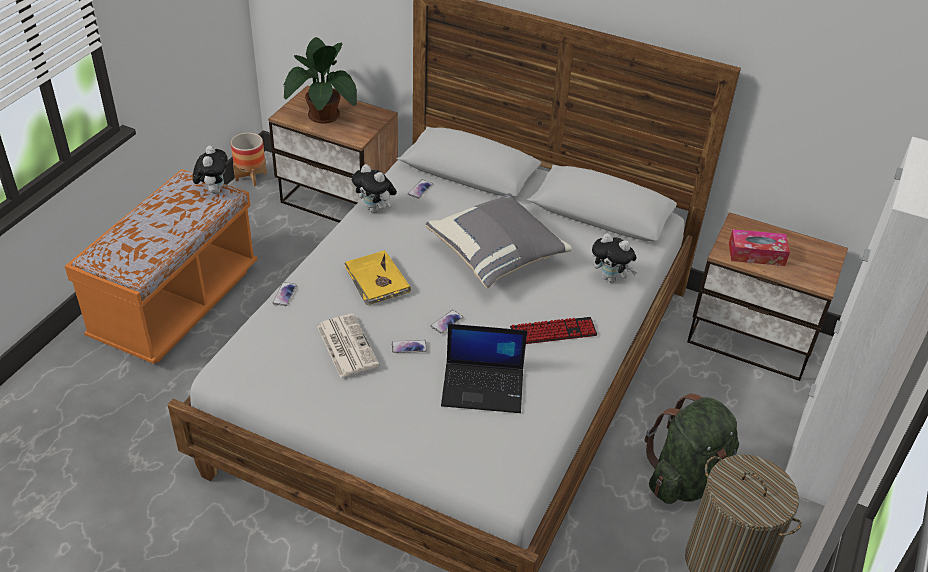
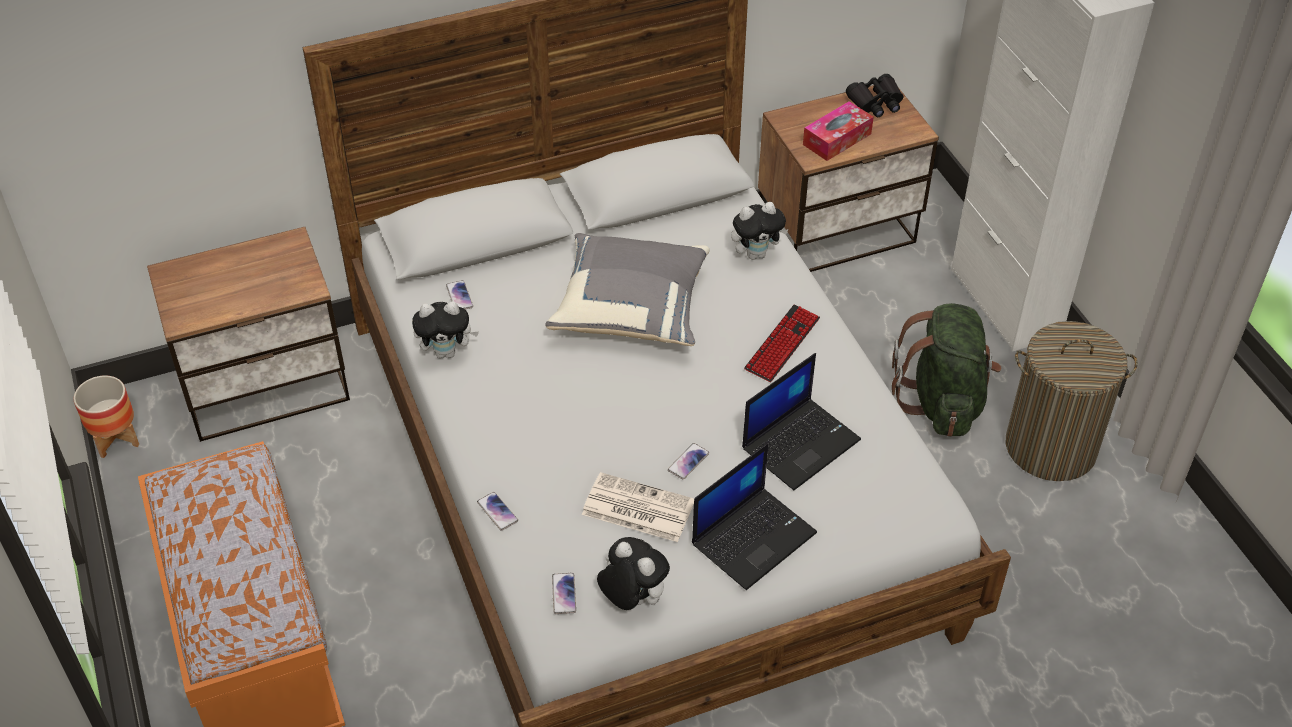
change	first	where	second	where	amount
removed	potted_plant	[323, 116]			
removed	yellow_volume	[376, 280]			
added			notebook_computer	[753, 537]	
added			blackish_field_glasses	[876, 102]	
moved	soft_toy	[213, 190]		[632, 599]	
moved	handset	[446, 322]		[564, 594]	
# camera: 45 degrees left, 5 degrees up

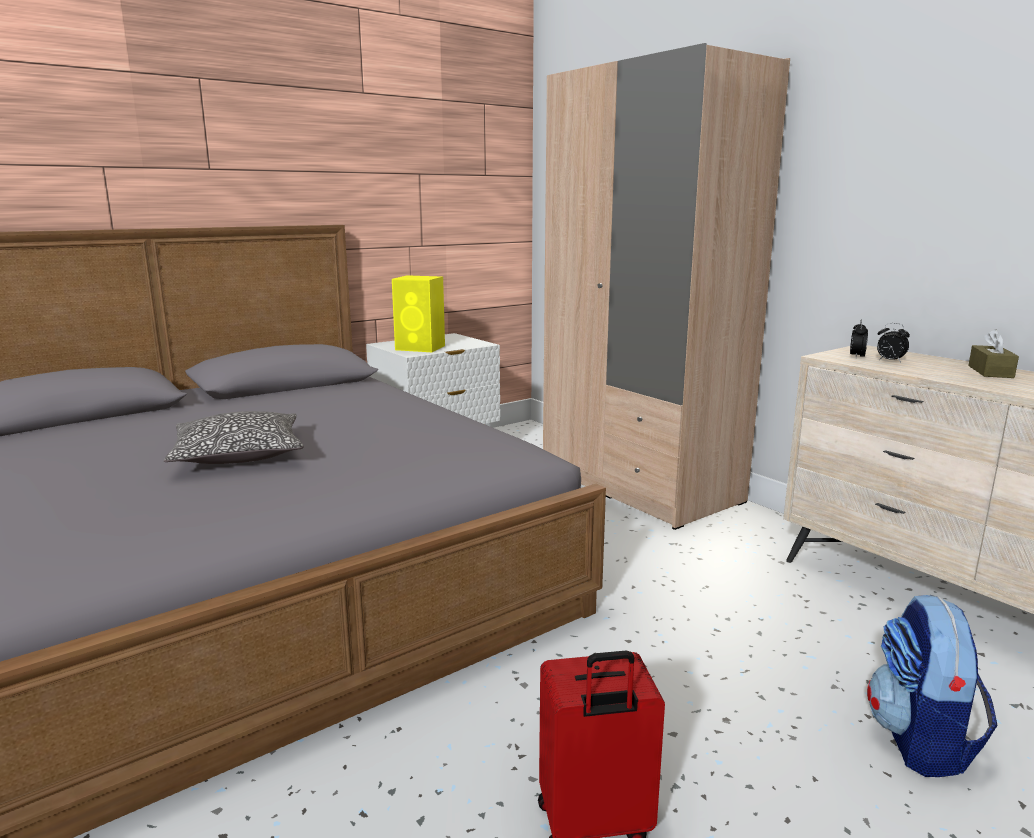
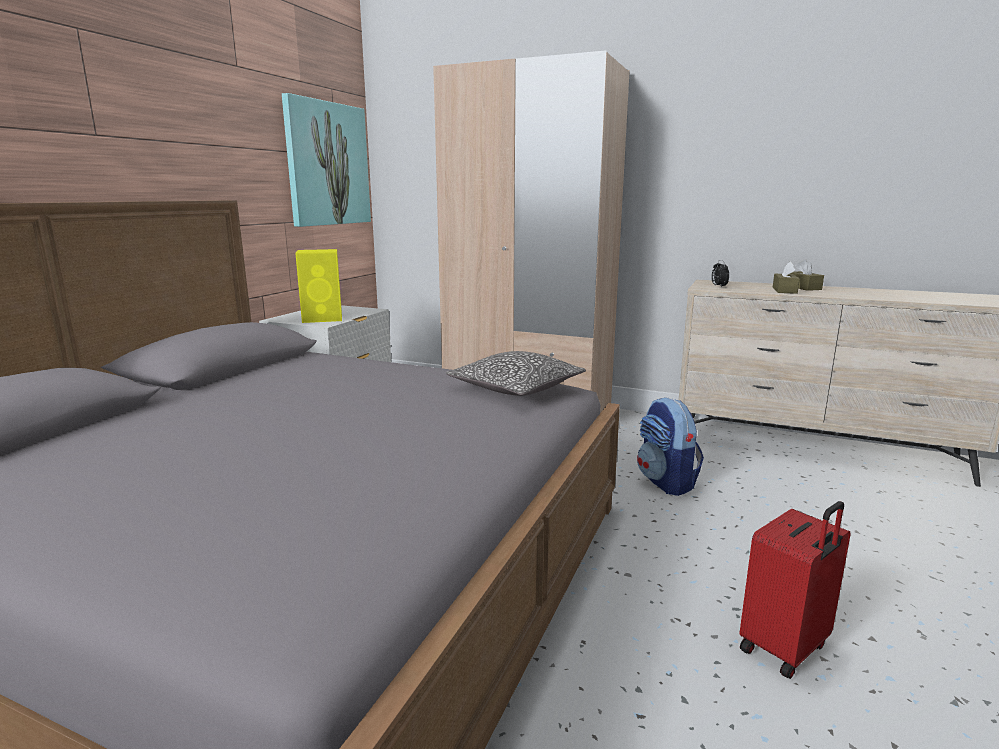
change	first	where	second	where	amount
removed	alarm_clock	[889, 361]			
added			wall_art	[327, 164]	
added			brownish_box_of_tissues	[784, 290]	
moved	cushion	[239, 455]		[516, 388]	
moved	backpack	[921, 741]		[666, 482]	
# camera: 30 degrees left, 0 degrees up

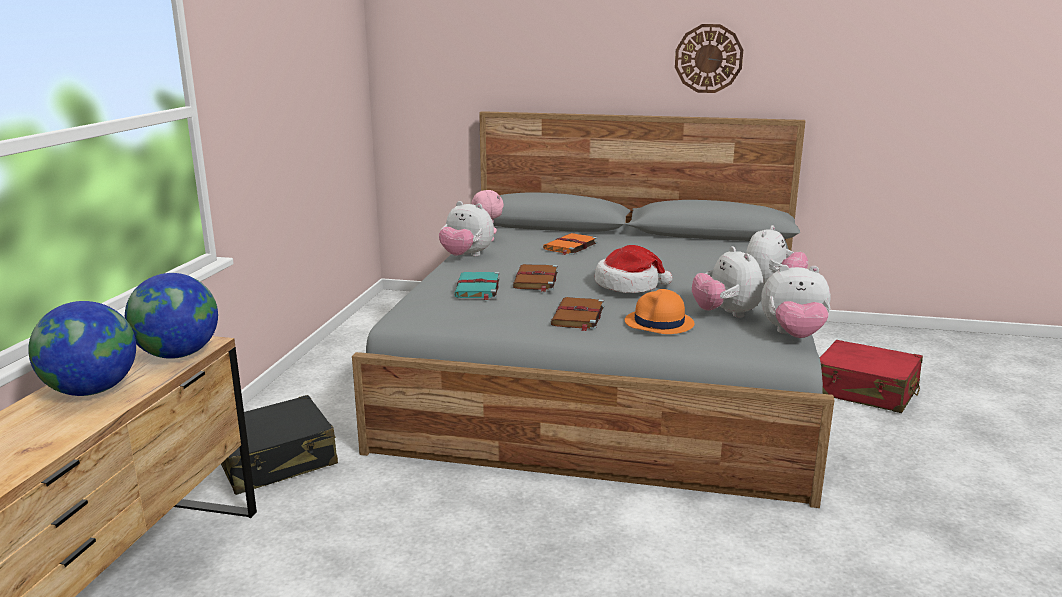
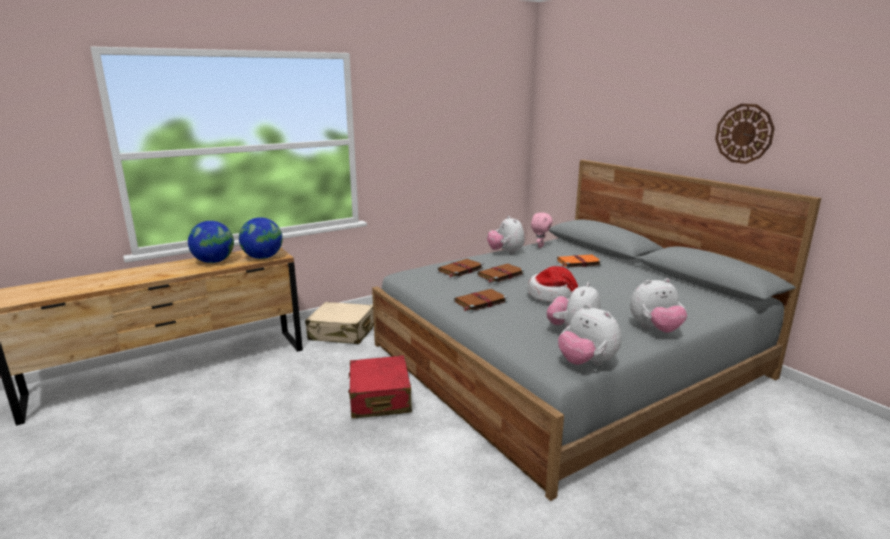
change	first	where	second	where	amount
removed	orangey_hat	[659, 323]			
moved	red_suitcase	[865, 391]		[380, 398]	
recoloured	blackish_suitcase	[277, 461]	sand-coloured_suitcase	[342, 333]	
recoloured	turquoise-coloured_volume	[477, 288]	brownish_volume	[460, 270]	
# camera: 45 degrees right, 0 degrees up

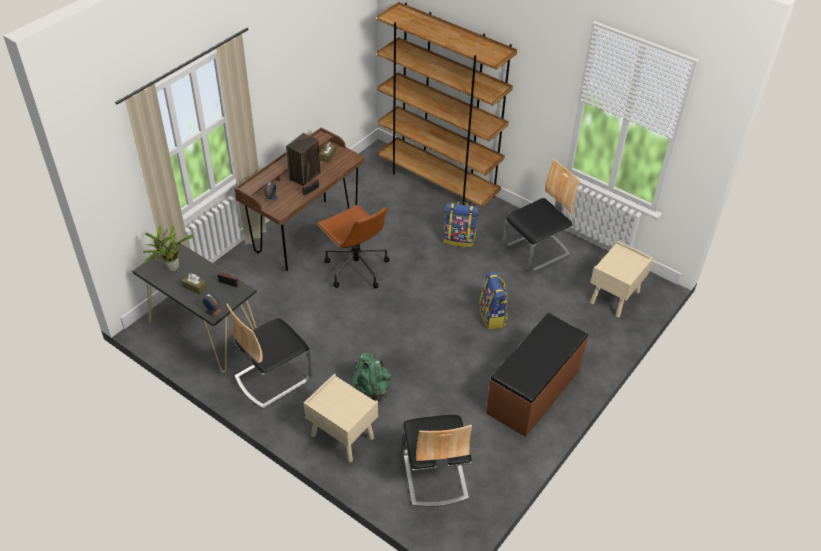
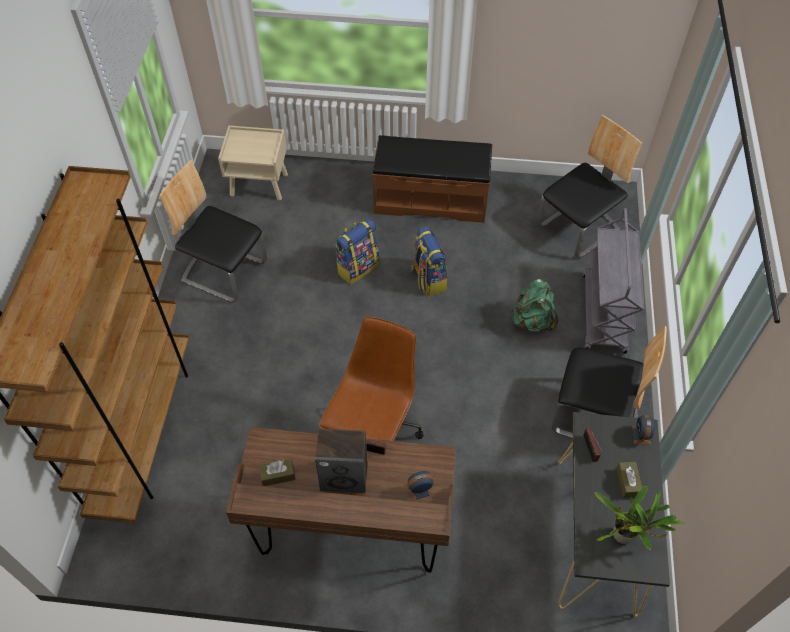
change	first	where	second	where	amount
moved	backpack	[459, 239]		[428, 279]	
replaced	sand-coloured_bedside_table	[341, 436]	greyish_wheeled_cart	[604, 314]	
# camera: 120 degrees left, 10 degrees up

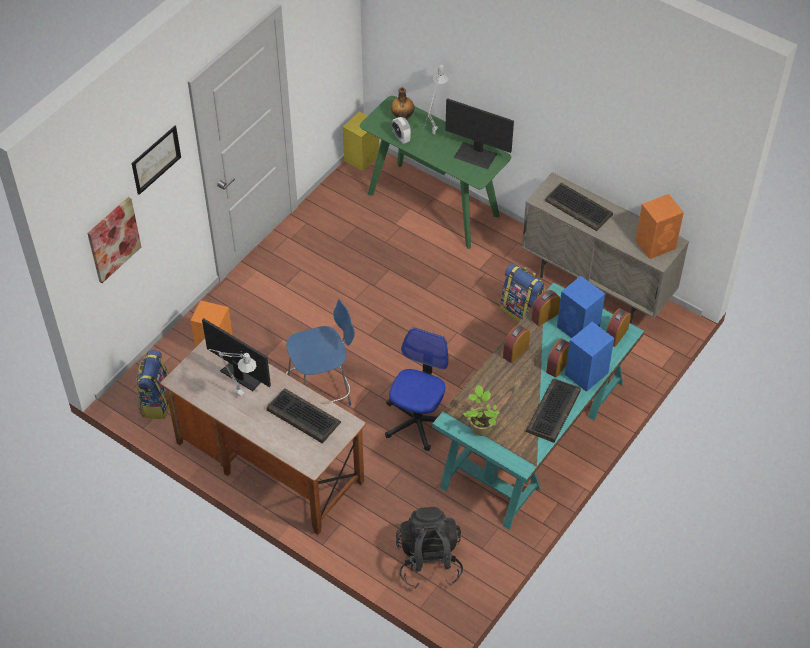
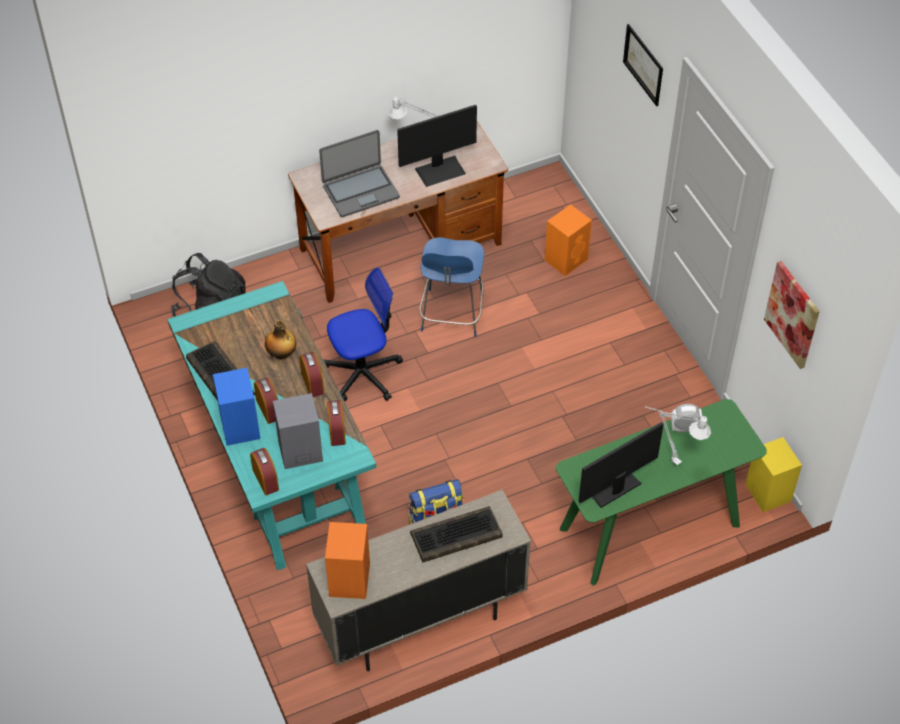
change	first	where	second	where	amount
removed	backpack	[156, 401]			
removed	potted_plant	[480, 427]			
moved	wall_art	[113, 239]		[792, 314]	
moved	bottle	[402, 117]		[282, 354]	
replaced	keyboard	[302, 416]	notebook_computer	[360, 191]	
recoloured	bluish_speaker	[578, 328]	greyish_speaker	[299, 451]	
turned	computer_chair	[418, 421]		[363, 373]	75 degrees counterclockwise
# camera: 120 degrees right, 0 degrees up

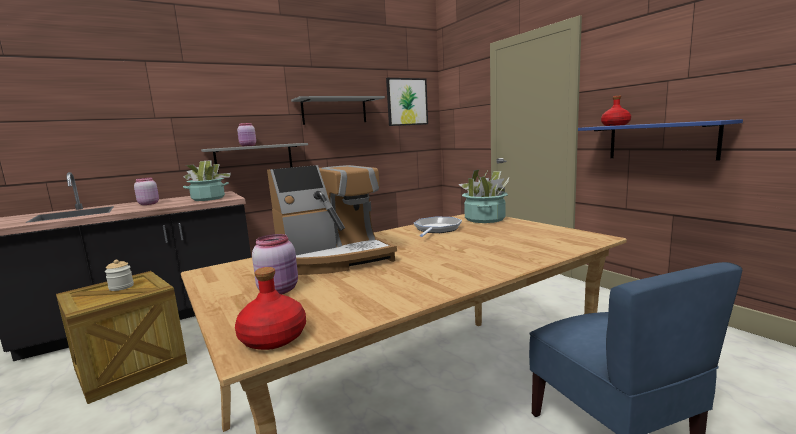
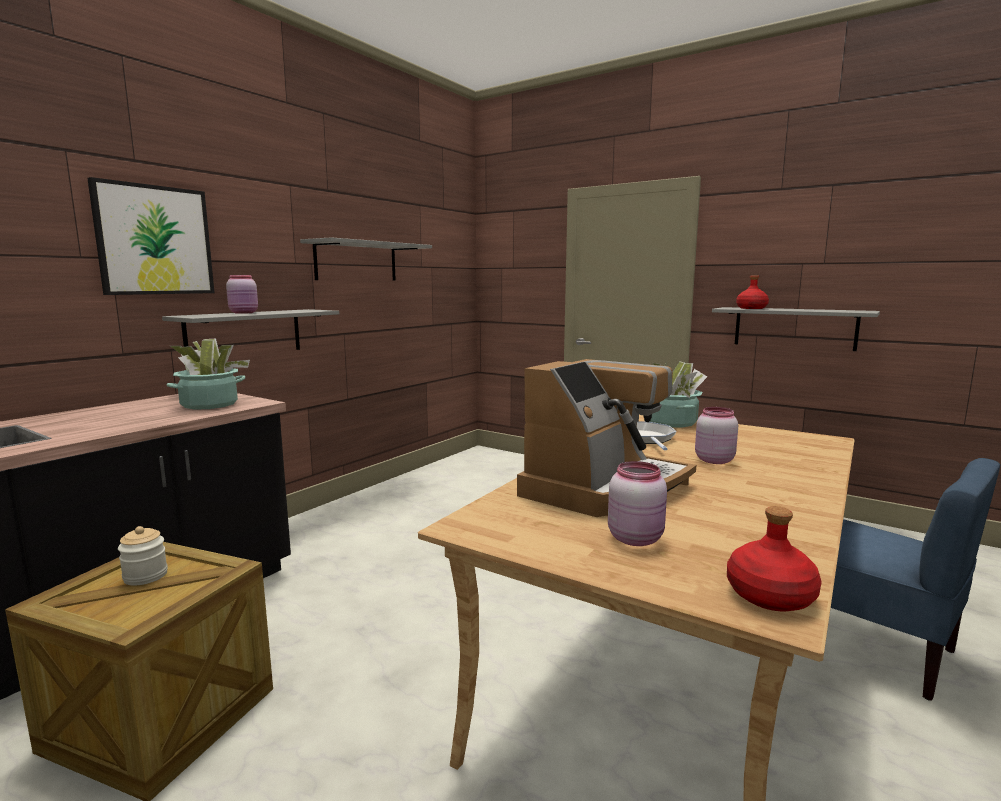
change	first	where	second	where	amount
moved	pink_preserve_jar	[148, 204]		[713, 460]	
moved	wall_art	[407, 102]		[154, 240]	
recoloured	bluish_bracket_shelf	[661, 141]	greyish_bracket_shelf	[794, 328]	
# camera: 25 degrees left, 0 degrees up

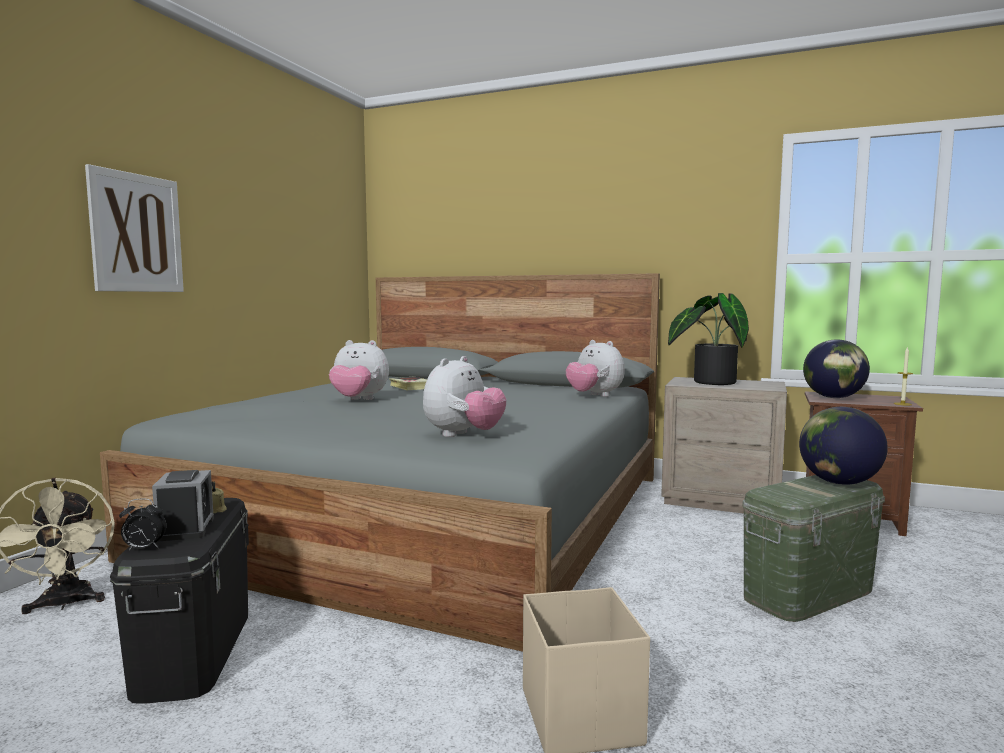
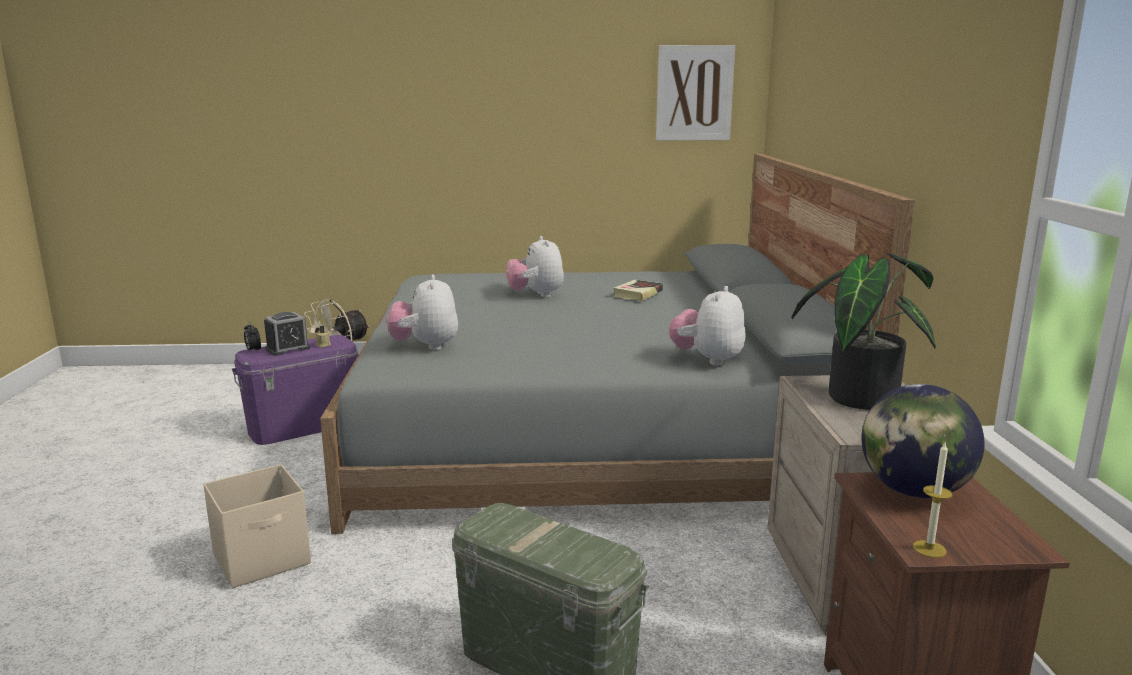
change	first	where	second	where	amount
removed	globe	[838, 482]			
moved	wall_art	[136, 233]		[694, 93]	
recoloured	blackish_storage_bin	[194, 650]	purplish_storage_bin	[304, 426]	
turned	soft_toy	[463, 435]		[425, 346]	75 degrees clockwise
# camera: 65 degrees right, 10 degrees up

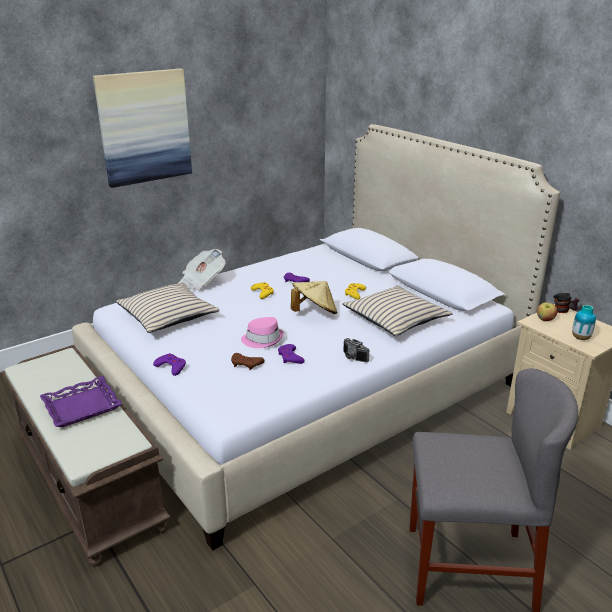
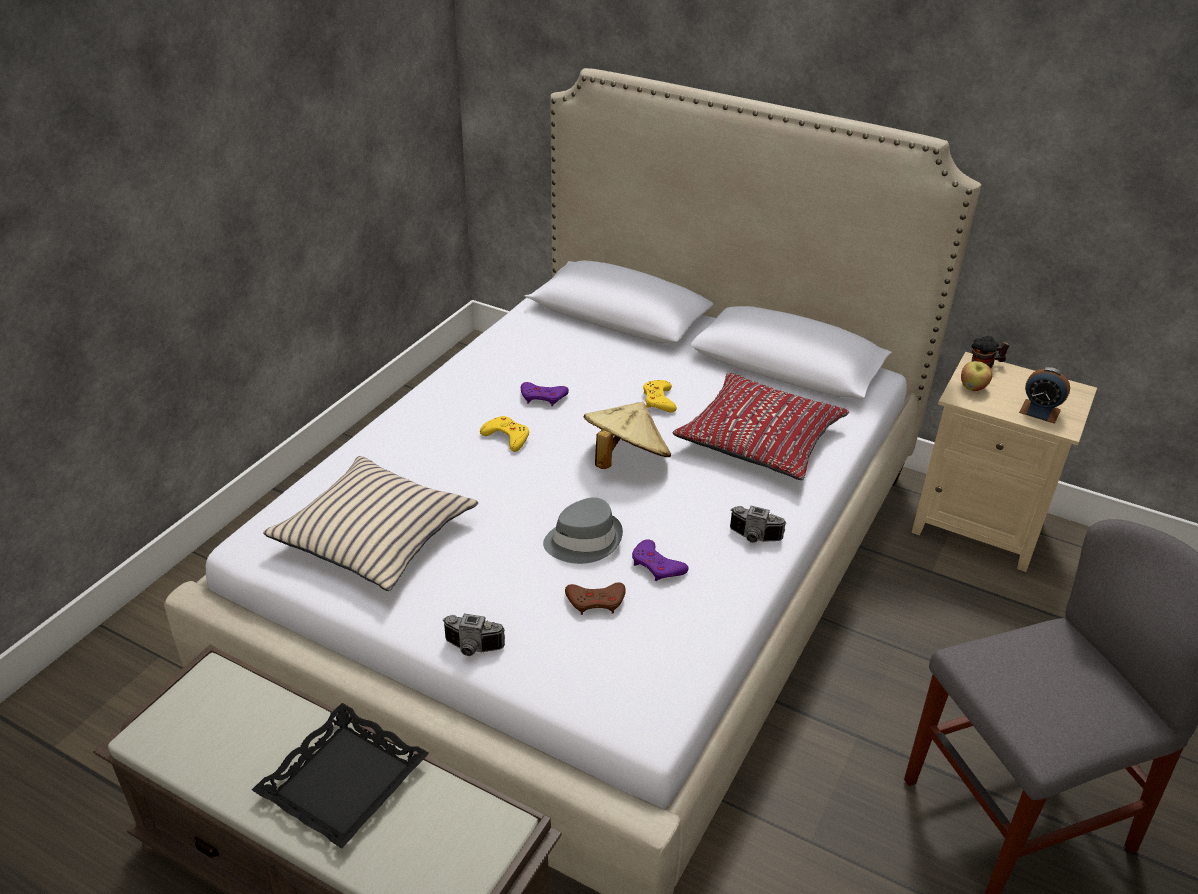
change	first	where	second	where	amount
removed	wall_art	[144, 127]			
removed	daily_paper	[201, 282]			
replaced	purplish_joypad	[171, 367]	photo_camera	[472, 649]	
replaced	vase	[580, 338]	alarm_clock	[1039, 411]	
recoloured	purplish_serving_tray	[82, 406]	blackish_serving_tray	[343, 780]	
recoloured	pink_hat	[262, 339]	greyish_hat	[583, 540]	
recoloured	sand-coloured_cushion	[395, 319]	red_cushion	[760, 439]	
# camera: 25 degrees left, 10 degrees up

